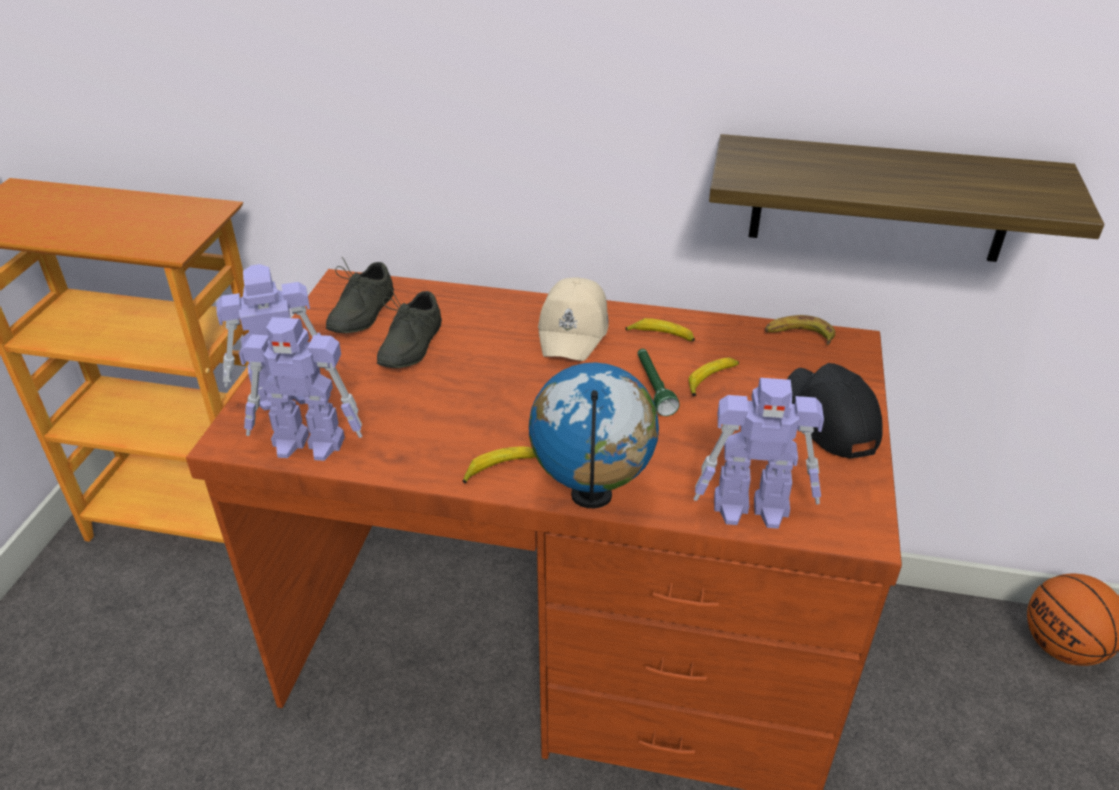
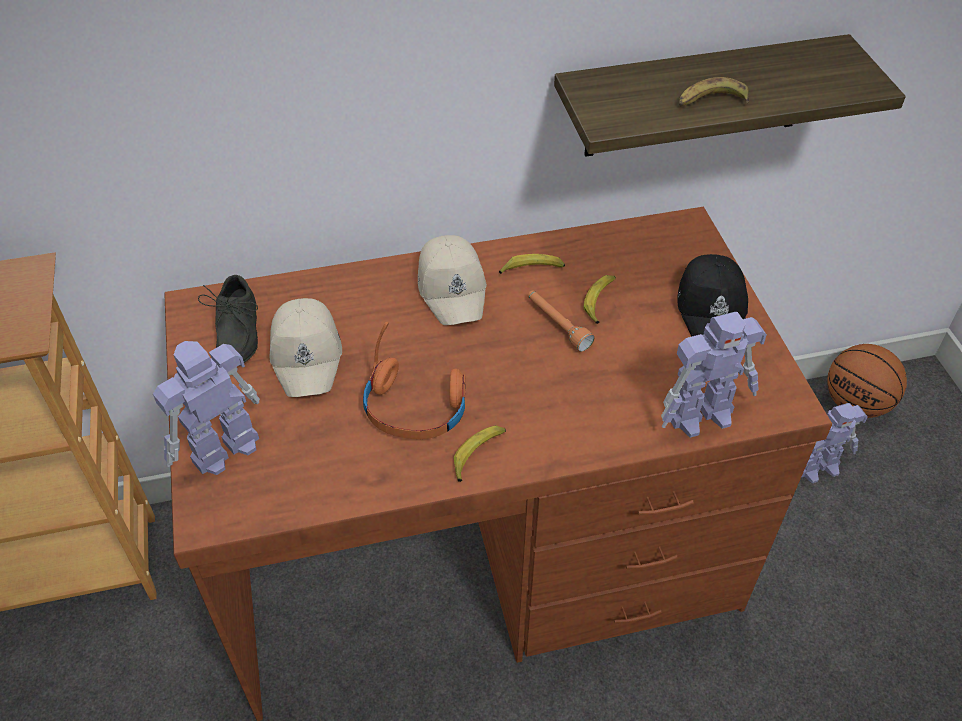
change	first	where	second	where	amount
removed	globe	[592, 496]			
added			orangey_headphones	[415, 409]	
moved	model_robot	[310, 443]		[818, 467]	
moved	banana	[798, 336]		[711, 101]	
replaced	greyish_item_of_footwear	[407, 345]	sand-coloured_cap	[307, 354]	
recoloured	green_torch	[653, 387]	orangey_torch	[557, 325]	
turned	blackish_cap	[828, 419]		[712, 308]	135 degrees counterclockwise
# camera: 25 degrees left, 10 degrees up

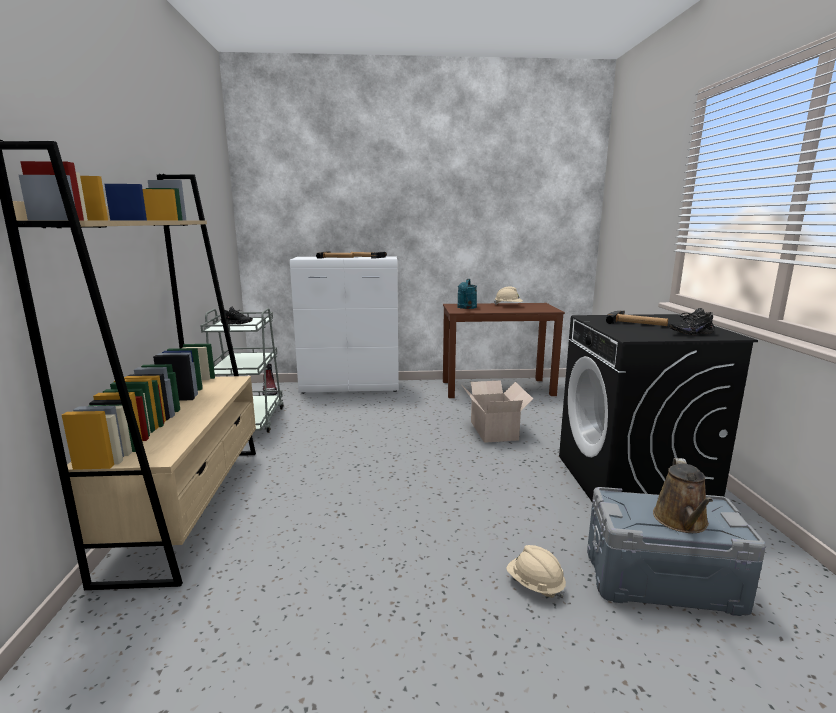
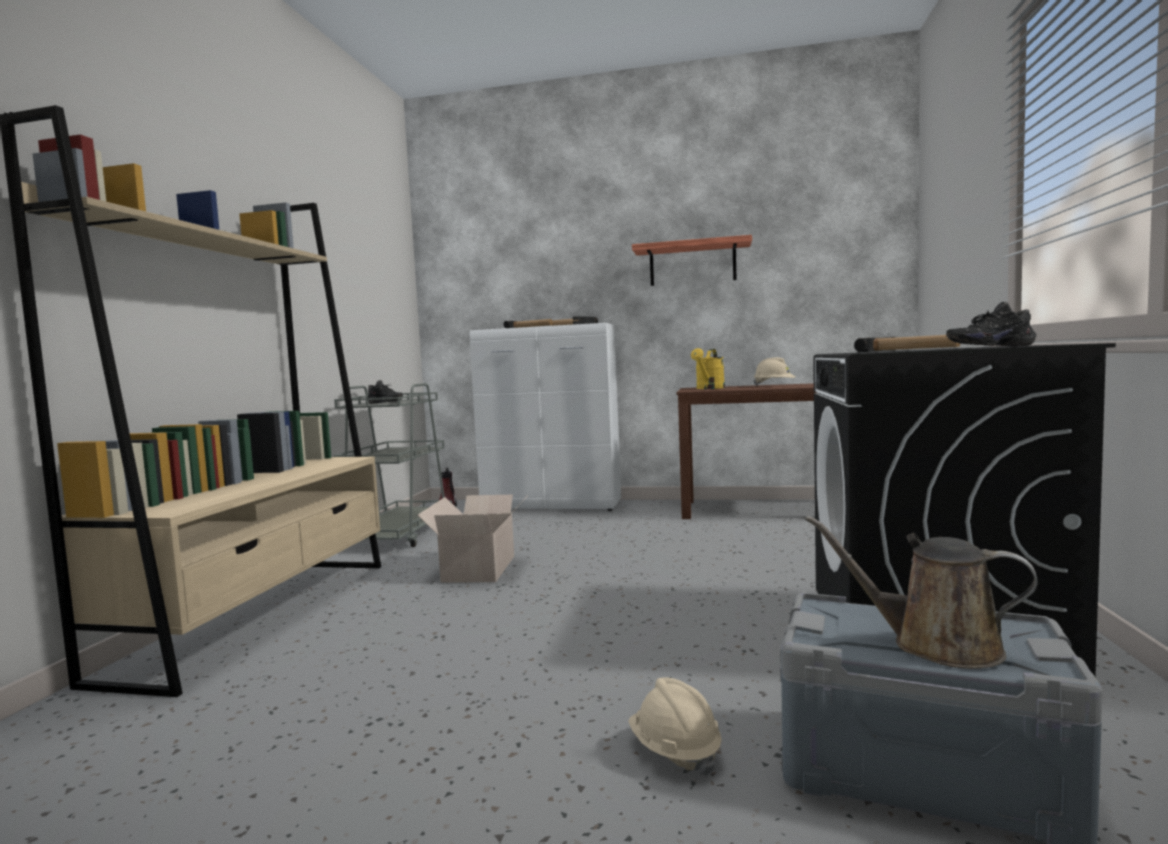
change	first	where	second	where	amount
added			bracket_shelf	[692, 264]	
moved	cardboard_box	[493, 429]		[480, 568]	
recoloured	turquoise-coloured_watering_pot	[466, 307]	yellow_watering_pot	[709, 388]	
turned	brownish_watering_pot	[681, 522]		[934, 645]	90 degrees clockwise
# camera: 15 degrees right, 10 degrees down

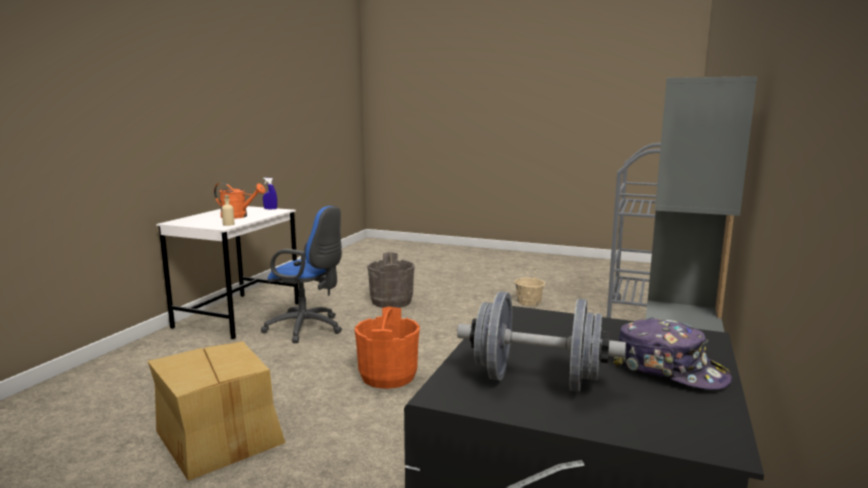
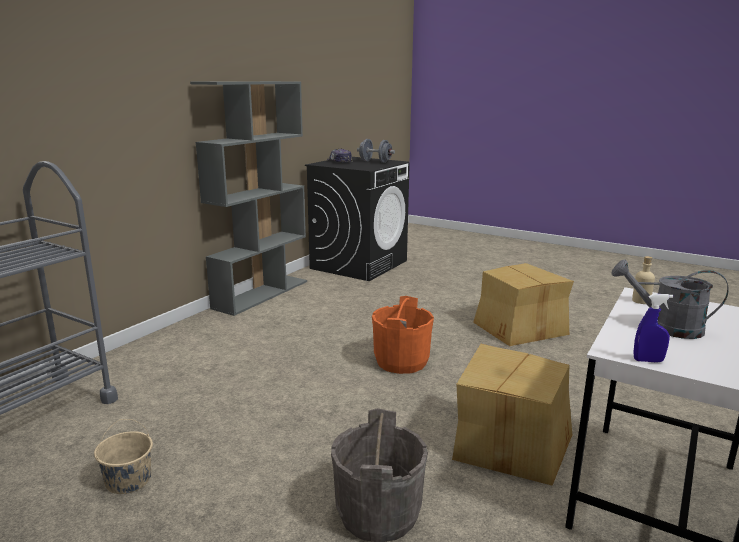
change	first	where	second	where	amount
replaced	bluish_computer_chair	[308, 329]	cardboard_box	[510, 443]	
recoloured	orangey_watering_pot	[239, 216]	greyish_watering_pot	[665, 327]	
# camera: 170 degrees left, 5 degrees up

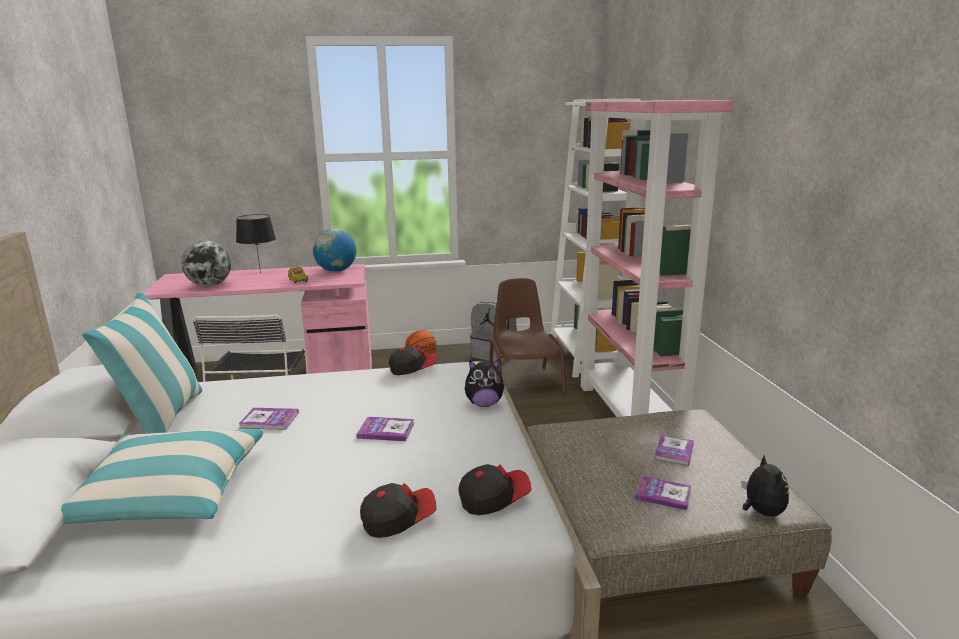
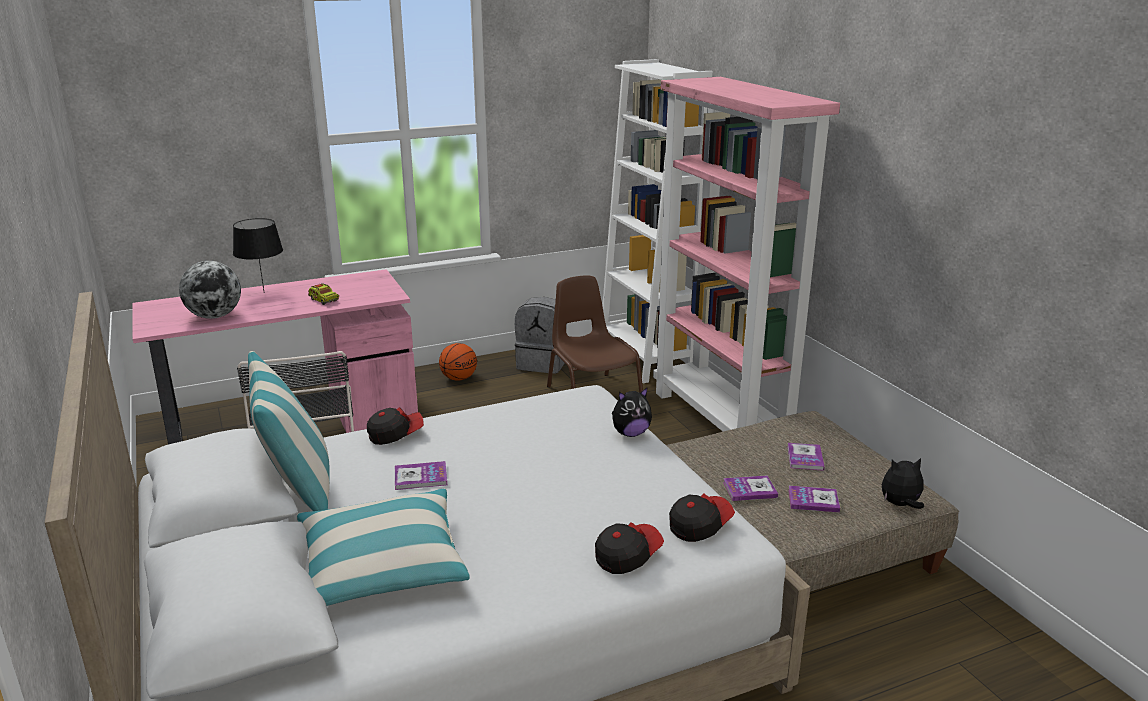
change	first	where	second	where	amount
removed	globe	[336, 271]			
moved	volume	[386, 430]		[750, 490]	
moved	cap	[413, 370]		[395, 435]	
turned	soft_toy	[761, 512]		[900, 505]	75 degrees counterclockwise
# camera: 15 degrees left, 5 degrees up

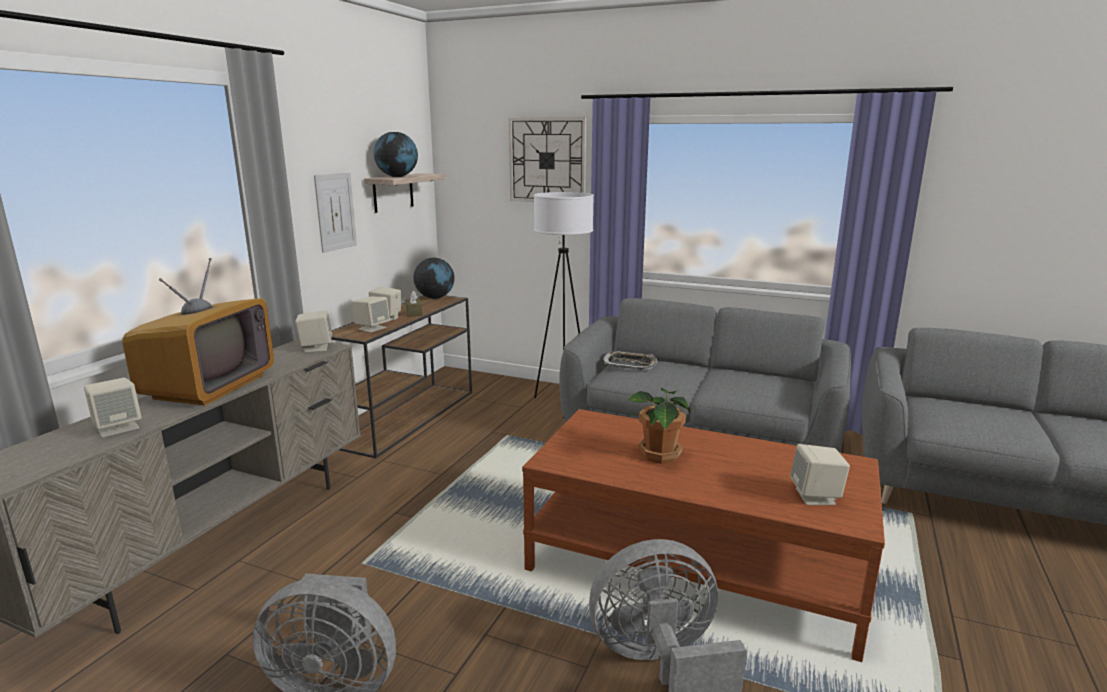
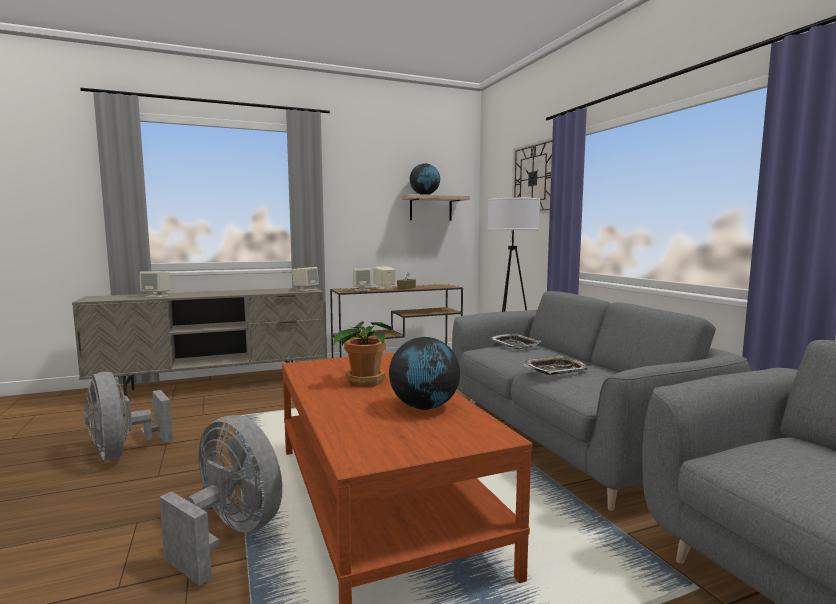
change	first	where	second	where	amount
removed	TV	[209, 387]			
removed	wall_art	[335, 211]			
removed	sand-coloured_speaker	[816, 496]			
added			serving_tray	[555, 370]	
moved	globe	[435, 297]		[425, 407]	
# camera: 45 degrees right, 10 degrees down

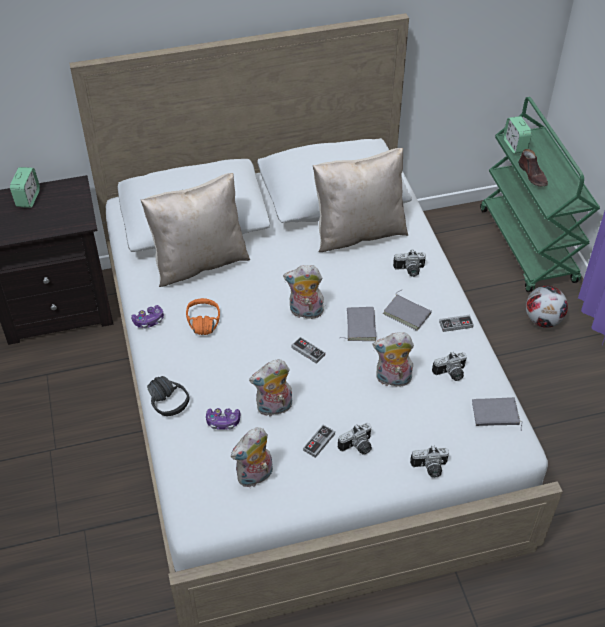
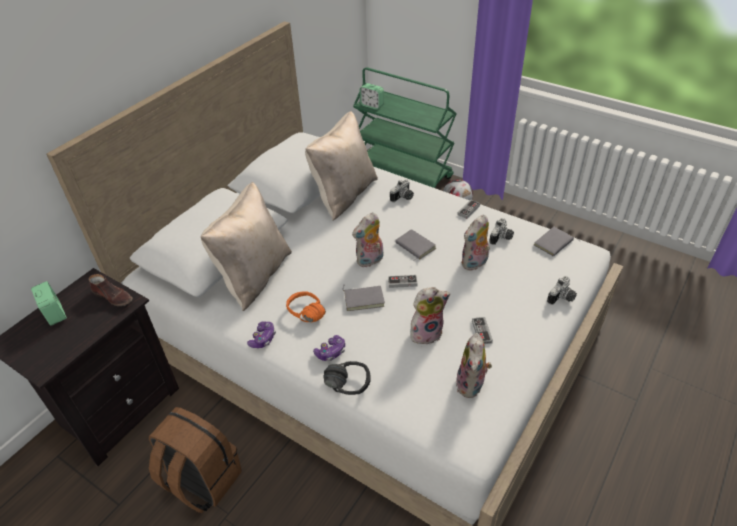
change	first	where	second	where	amount
removed	photo_camera	[358, 447]			
added			brownish_backpack	[201, 480]	
moved	joypad	[223, 422]		[331, 352]	
moved	greyish_volume	[408, 313]		[364, 298]	
moved	brownish_item_of_footwear	[533, 175]		[113, 296]	
turned	soft_toy	[274, 408]		[426, 332]	135 degrees counterclockwise
# camera: 40 degrees left, 5 degrees down

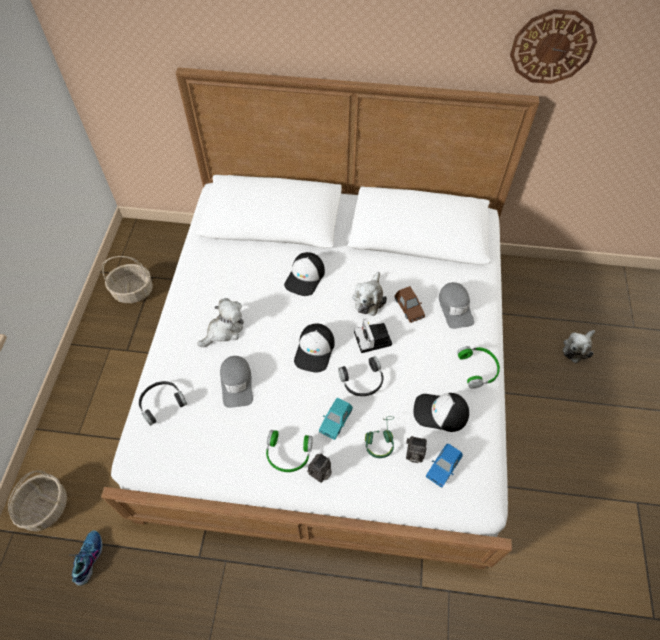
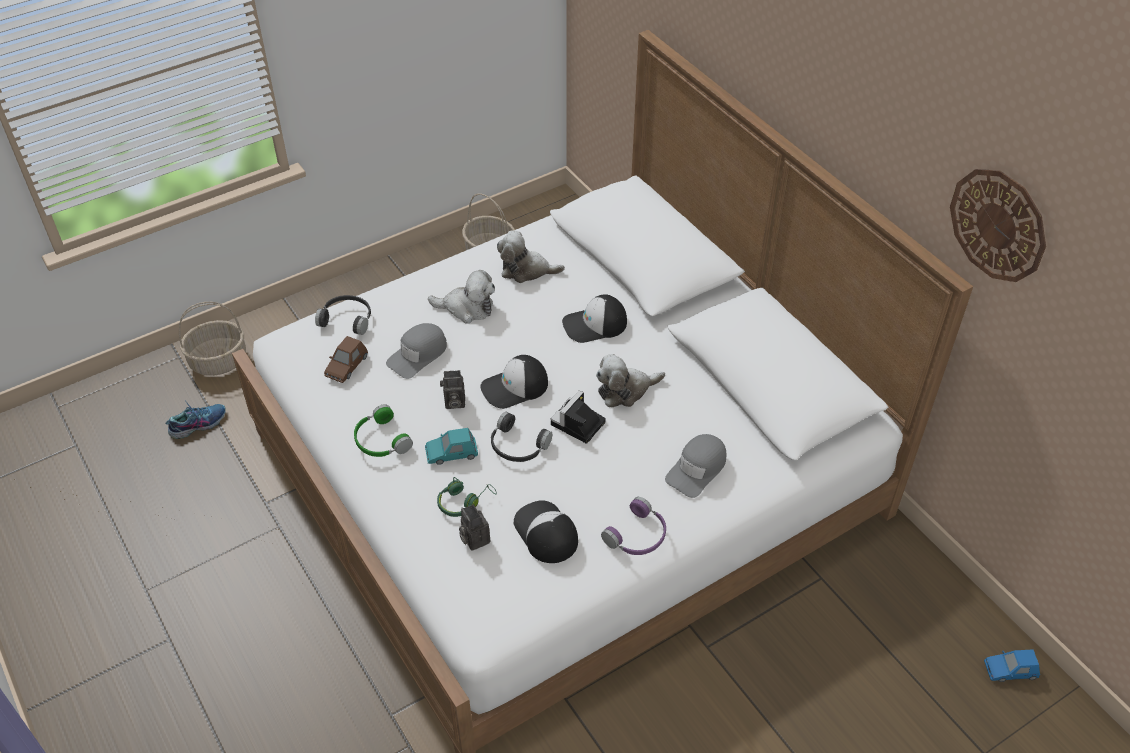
change	first	where	second	where	amount
moved	photo_camera	[320, 474]		[453, 402]	
moved	brownish_toy_car	[409, 308]		[347, 366]	
moved	bluish_toy_car	[443, 467]		[1010, 670]	
moved	soft_toy	[577, 348]		[526, 270]	
recoloured	green_headphones	[478, 369]	purplish_headphones	[638, 536]	
# camera: 50 degrees right, 10 degrees down

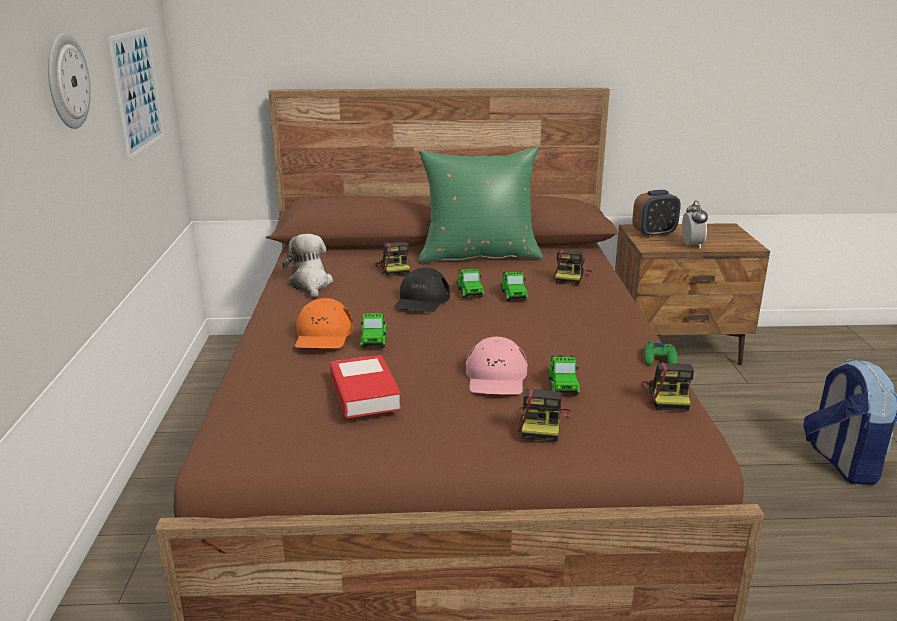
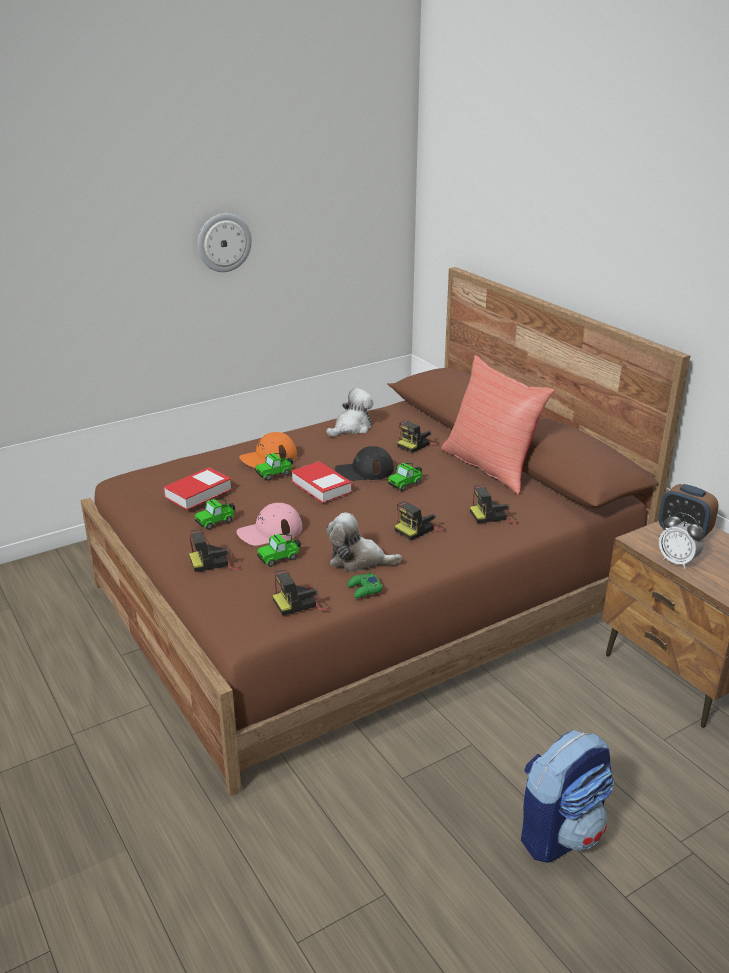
change	first	where	second	where	amount
removed	wall_art	[137, 91]			
added			volume	[321, 486]	
added			soft_toy	[358, 560]	
added			photo_camera	[419, 529]	
moved	toy_car	[513, 295]		[216, 522]	
recoloured	green_cushion	[479, 255]	red_cushion	[491, 467]	
turned	alarm_clock	[691, 246]		[677, 561]	75 degrees clockwise
# camera: 60 degrees right, 5 degrees up

